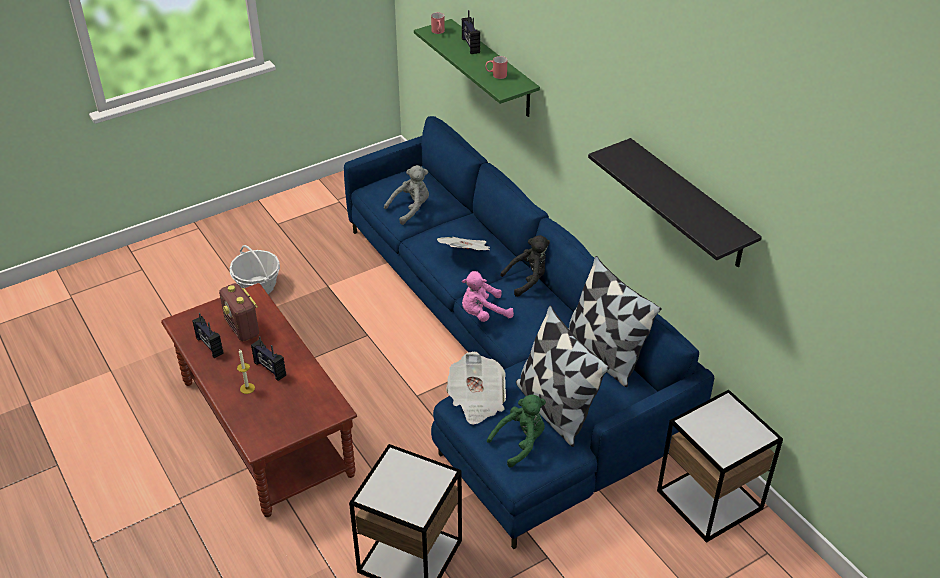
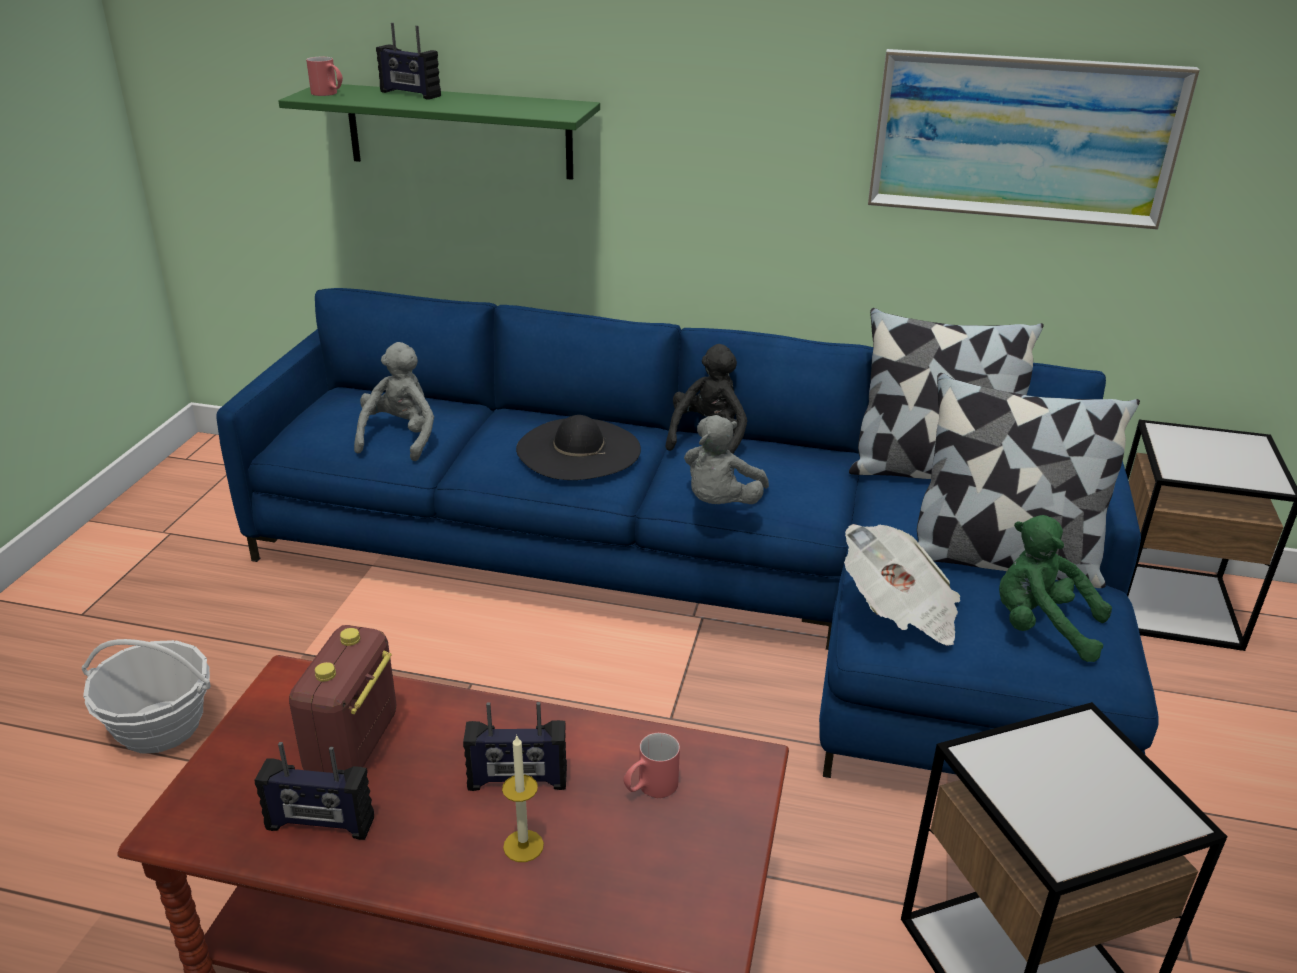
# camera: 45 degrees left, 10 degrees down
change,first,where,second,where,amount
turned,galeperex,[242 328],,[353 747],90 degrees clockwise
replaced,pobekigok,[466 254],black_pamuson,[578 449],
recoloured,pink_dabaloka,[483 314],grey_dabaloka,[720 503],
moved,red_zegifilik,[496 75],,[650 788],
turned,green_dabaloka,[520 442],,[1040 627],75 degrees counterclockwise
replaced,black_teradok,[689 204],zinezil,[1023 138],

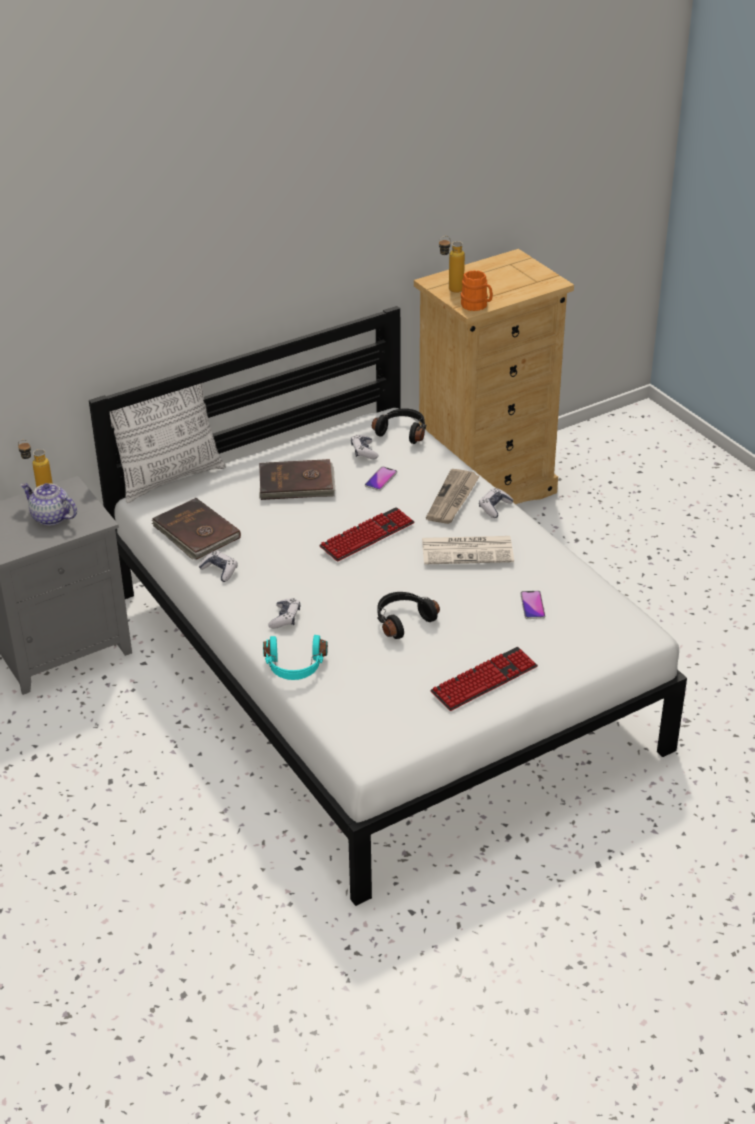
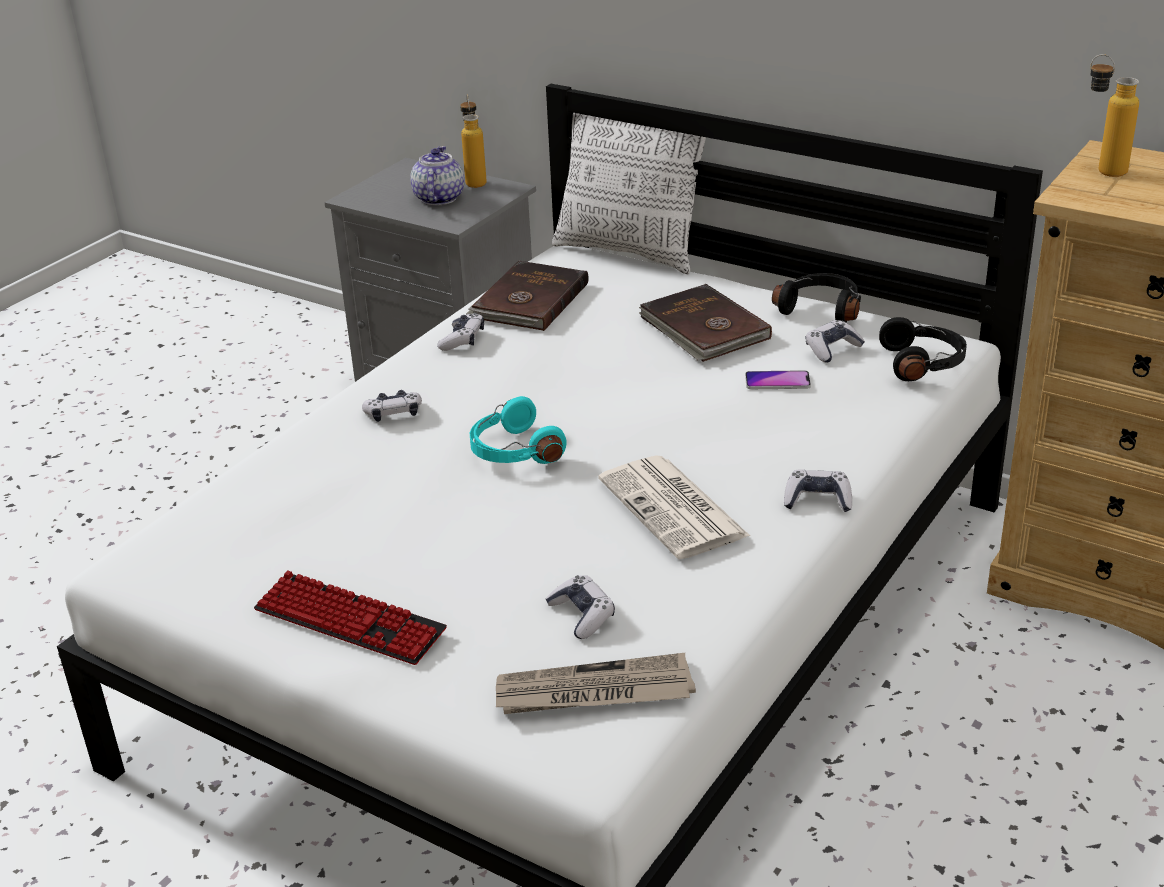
# camera: 65 degrees right, 5 degrees down
change,first,where,second,where,amount
moved,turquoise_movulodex,[295 667],,[513 451],
removed,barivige,[367 536],,,
moved,black_movulodex,[402 620],,[821 309],
moved,pobekigok,[453 499],,[593 692],
removed,orange_zegifilik,[477 306],,,
replaced,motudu,[532 605],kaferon,[582 615],

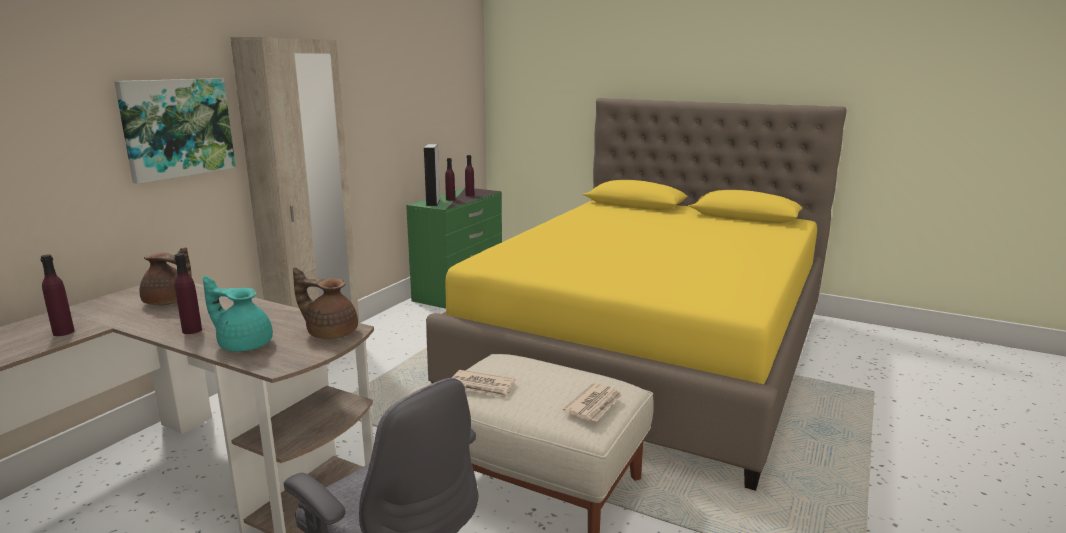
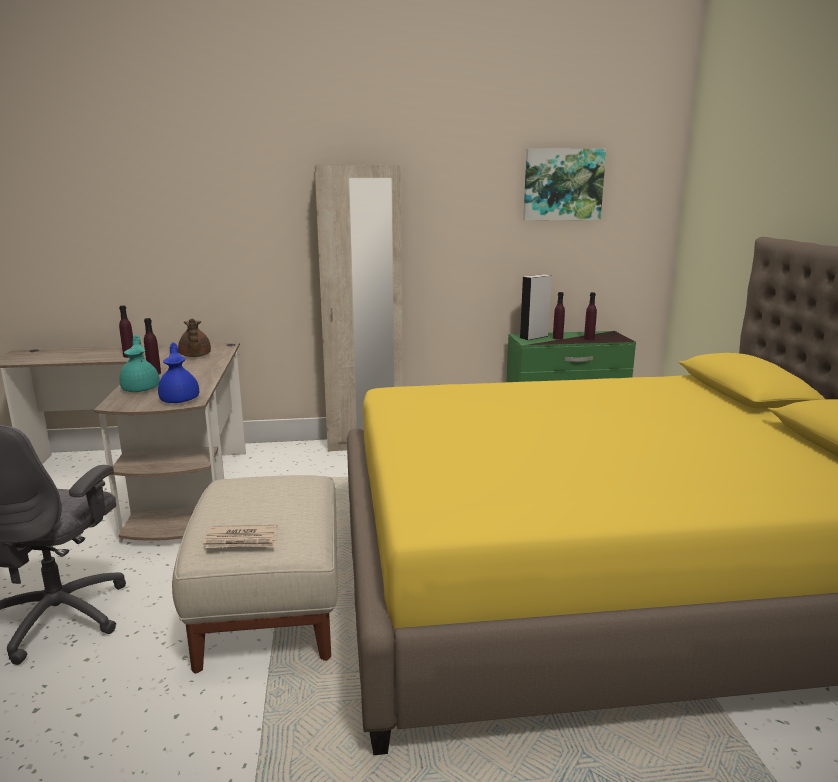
# camera: 55 degrees right, 0 degrees up
change,first,where,second,where,amount
moved,zinezil,[177 128],,[563 184],
recoloured,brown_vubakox,[330 332],blue_vubakox,[180 399],
removed,pobekigok,[482 387],,,

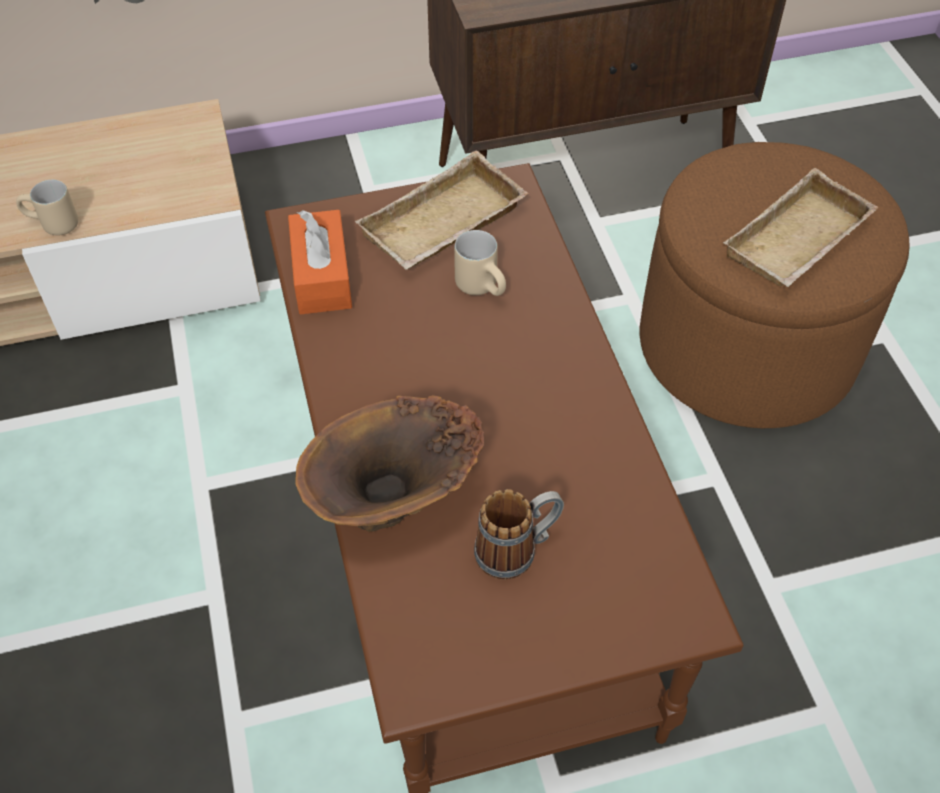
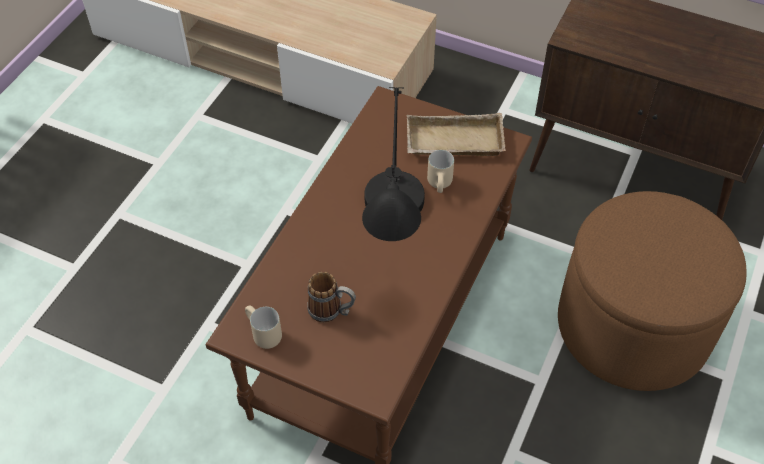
# camera: 40 degrees right, 0 degrees up
change,first,where,second,where,amount
moved,beige_zegifilik,[52 226],,[261 334],
removed,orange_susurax,[322 276],,,
removed,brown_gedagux,[397 505],,,
removed,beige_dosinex,[799 243],,,
added,,,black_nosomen,[393 243],

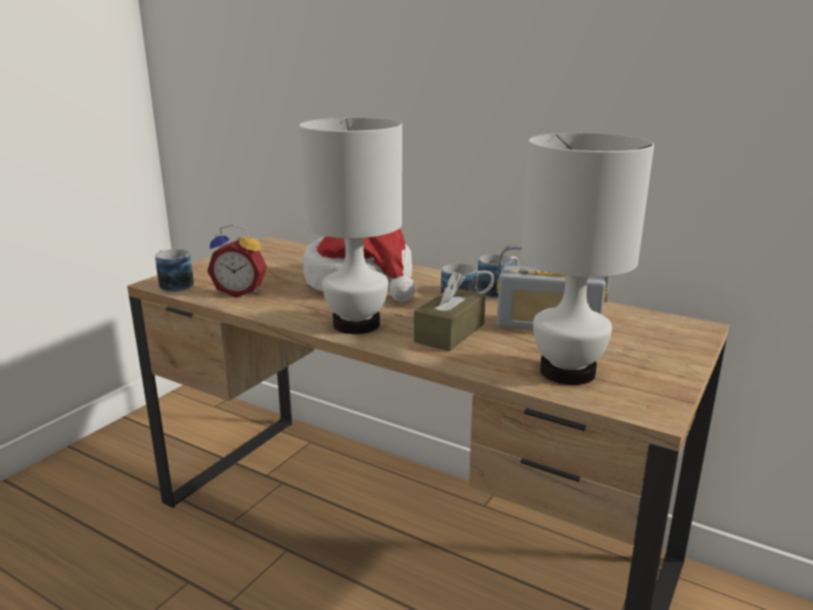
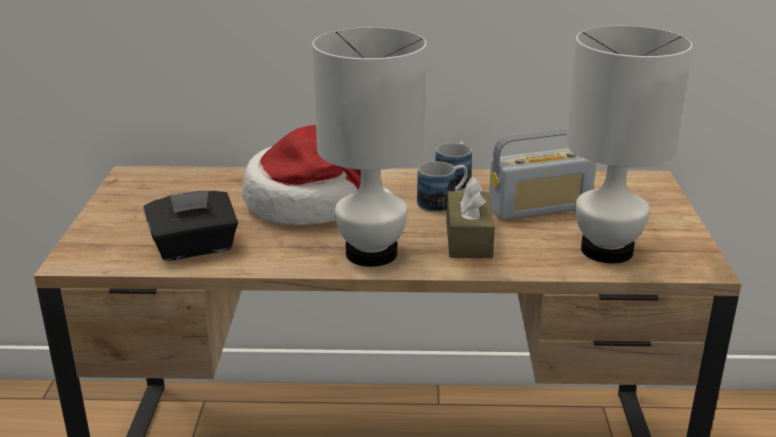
# camera: 30 degrees left, 5 degrees up
change,first,where,second,where,amount
removed,zegifilik,[173 284],,,
replaced,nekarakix,[241 292],black_susurax,[194 248],

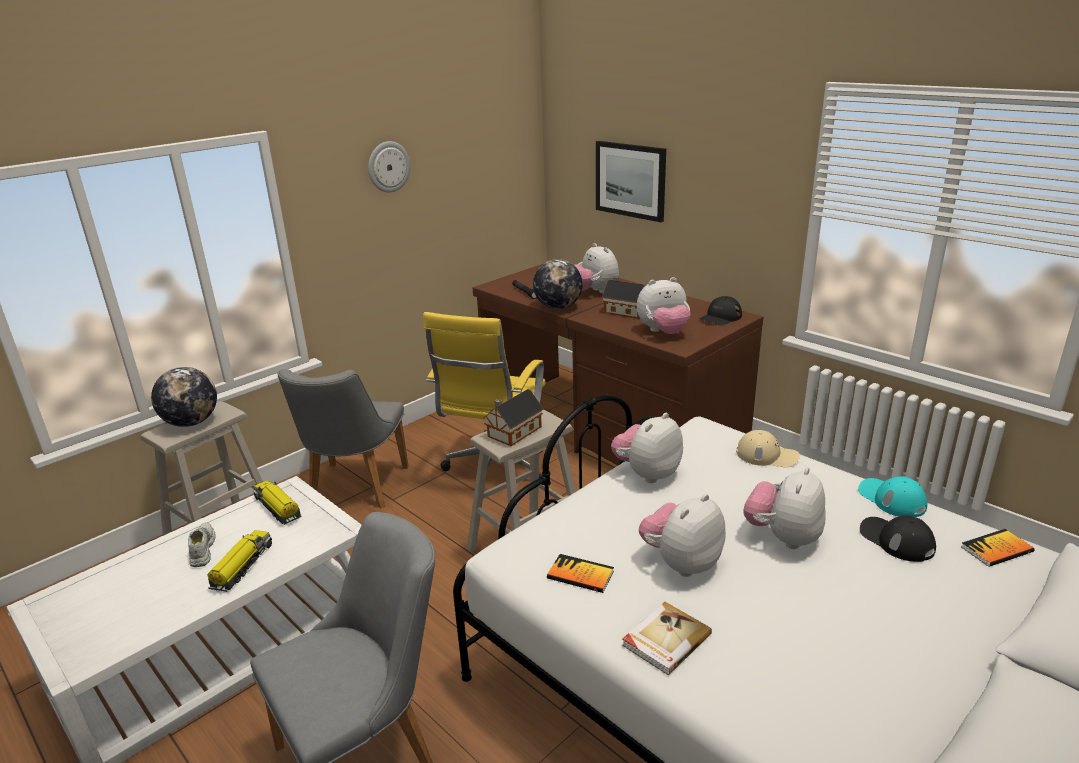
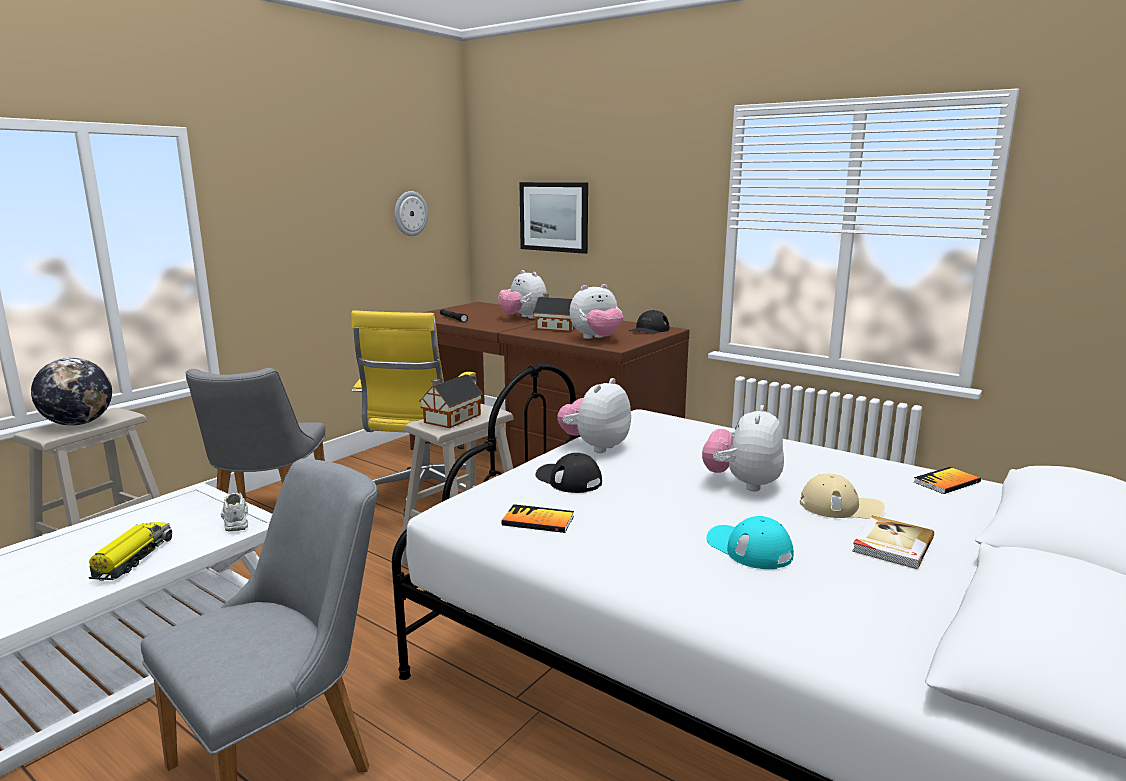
# camera: 10 degrees left, 10 degrees down
change,first,where,second,where,amount
moved,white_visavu,[201 549],,[235 518],
removed,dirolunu,[278 508],,,
moved,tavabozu,[388 166],,[410 213],
removed,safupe,[558 307],,,
moved,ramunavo,[665 640],,[891 545],
removed,dabaloka,[681 563],,,
moved,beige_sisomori,[767 455],,[841 506],
moved,turquoise_sisomori,[891 499],,[749 548],
moved,black_sisomori,[896 540],,[568 479],

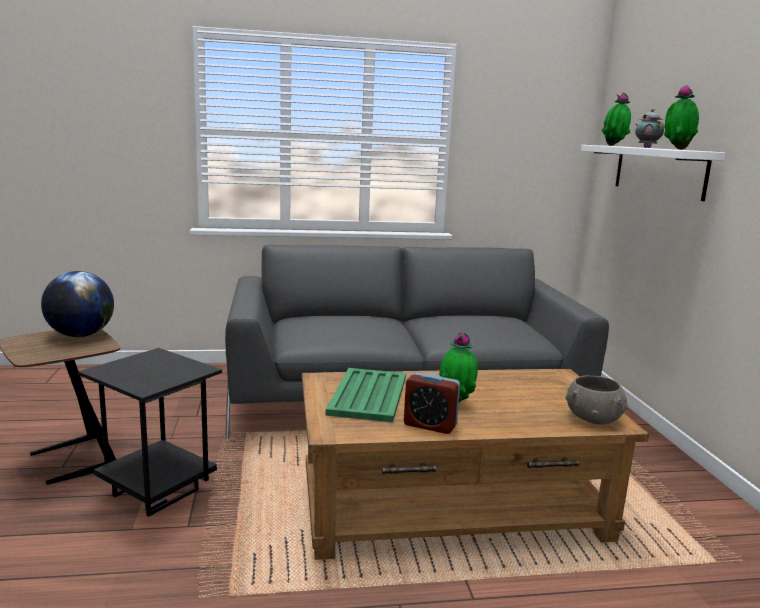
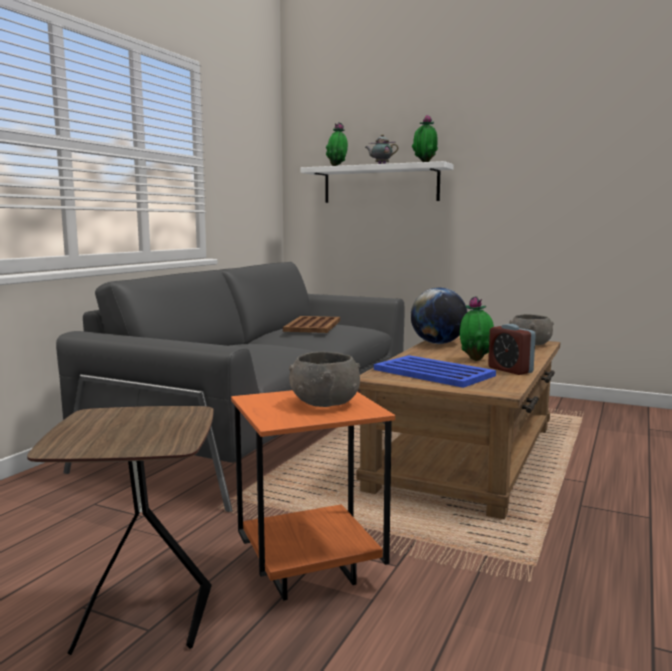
# camera: 55 degrees left, 5 degrees down
change,first,where,second,where,amount
moved,safupe,[80 335],,[438 343],
recoloured,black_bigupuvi,[155 494],orange_bigupuvi,[309 573],
recoloured,green_dosinex,[368 396],blue_dosinex,[434 373],
turned,nekarakix,[430 425],,[510 370],90 degrees clockwise
added,,,brown_dosinex,[313 325],
added,,,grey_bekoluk,[324 403],

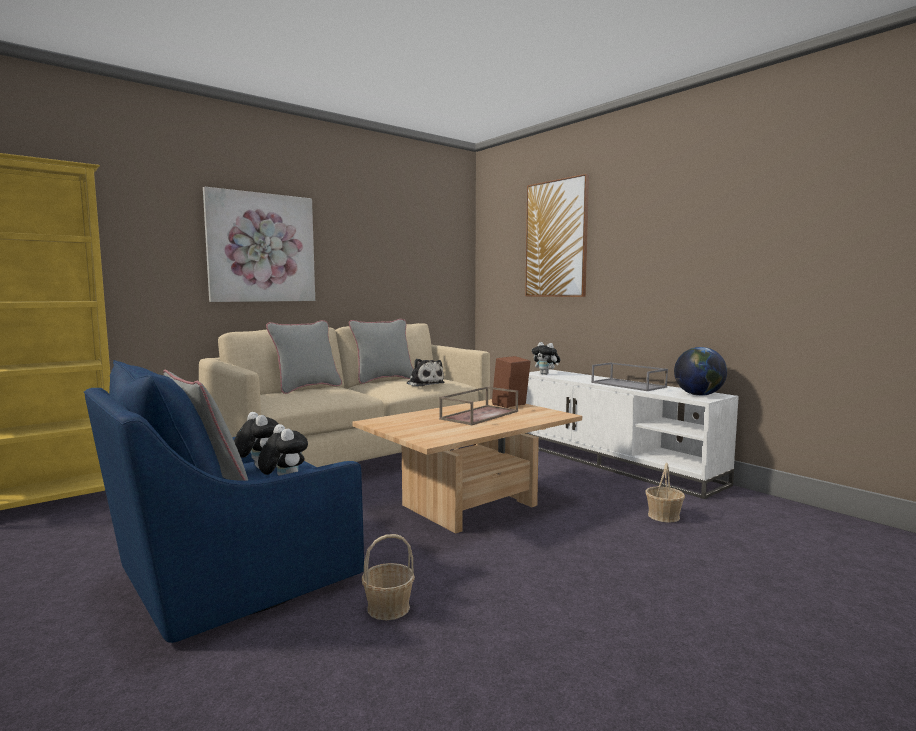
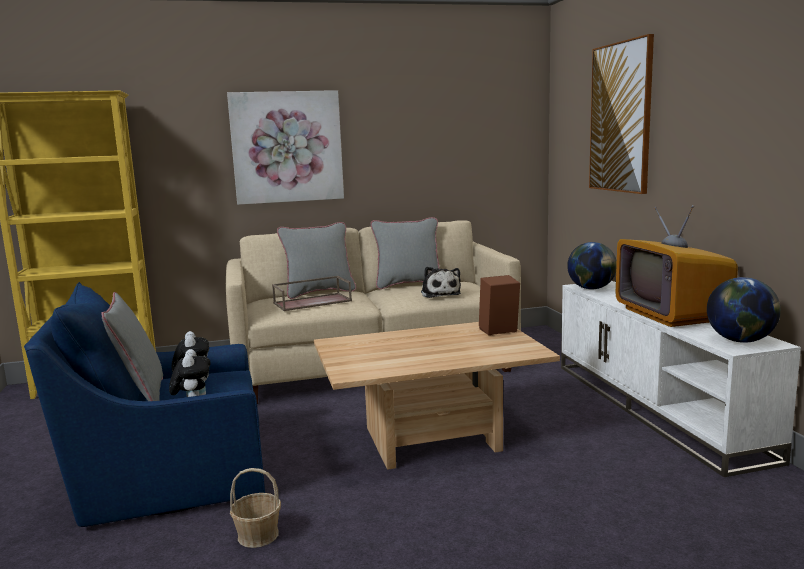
# camera: 25 degrees right, 5 degrees up
change,first,where,second,where,amount
moved,brown_dosinex,[479 415],,[313 302],
replaced,dabaloka,[546 374],safupe,[591 288],
replaced,grey_dosinex,[629 385],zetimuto,[671 315],
removed,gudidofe,[664 516],,,

